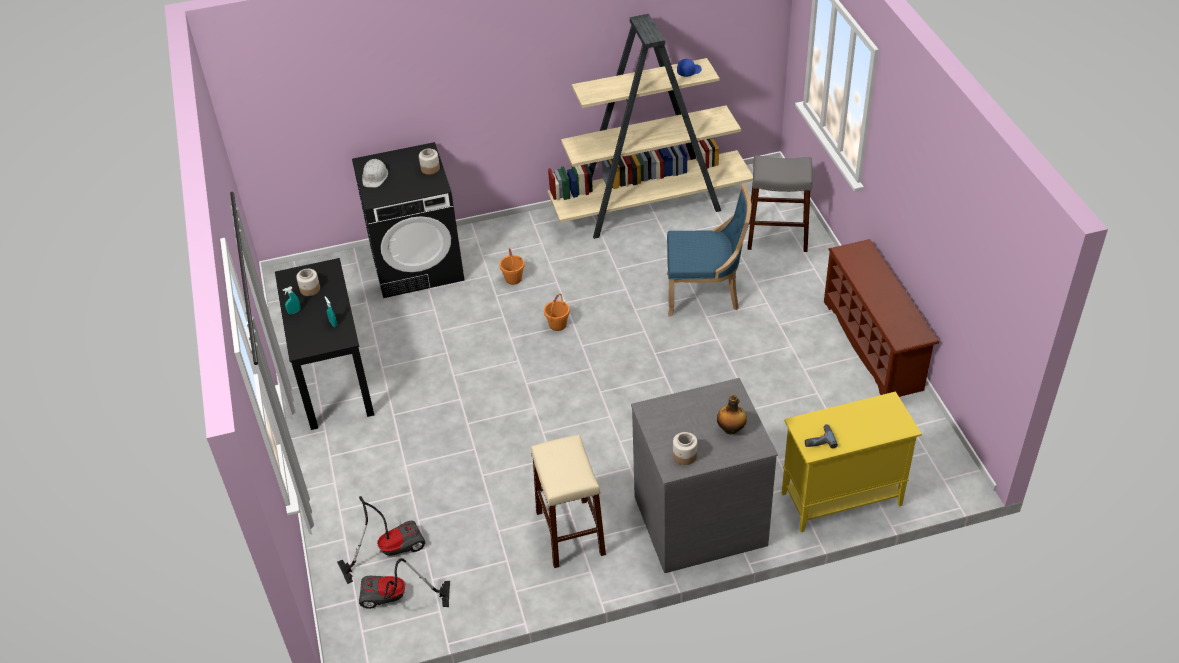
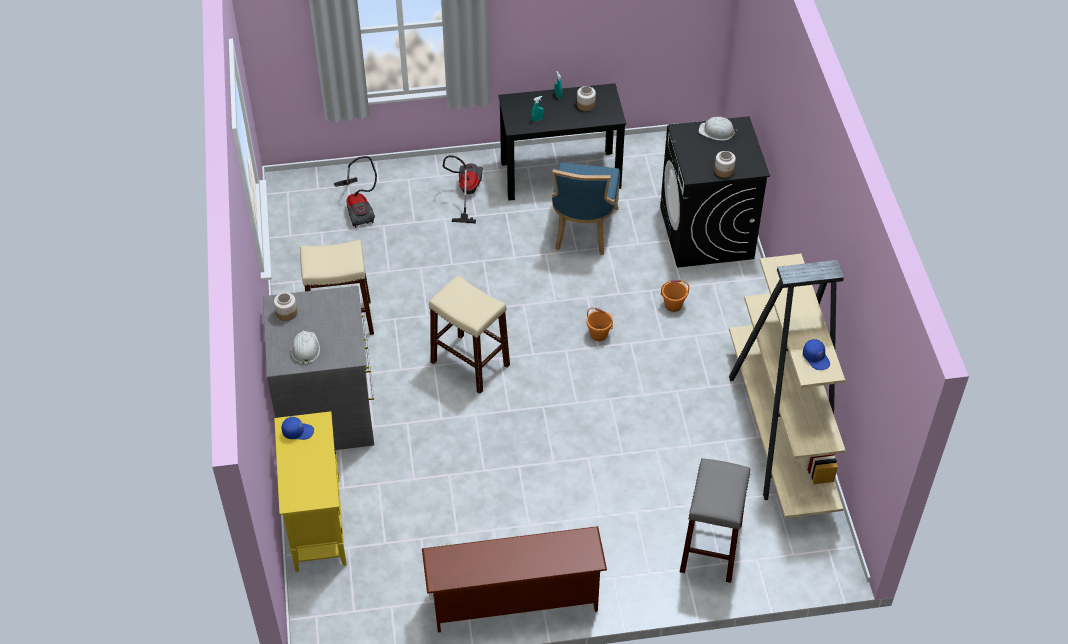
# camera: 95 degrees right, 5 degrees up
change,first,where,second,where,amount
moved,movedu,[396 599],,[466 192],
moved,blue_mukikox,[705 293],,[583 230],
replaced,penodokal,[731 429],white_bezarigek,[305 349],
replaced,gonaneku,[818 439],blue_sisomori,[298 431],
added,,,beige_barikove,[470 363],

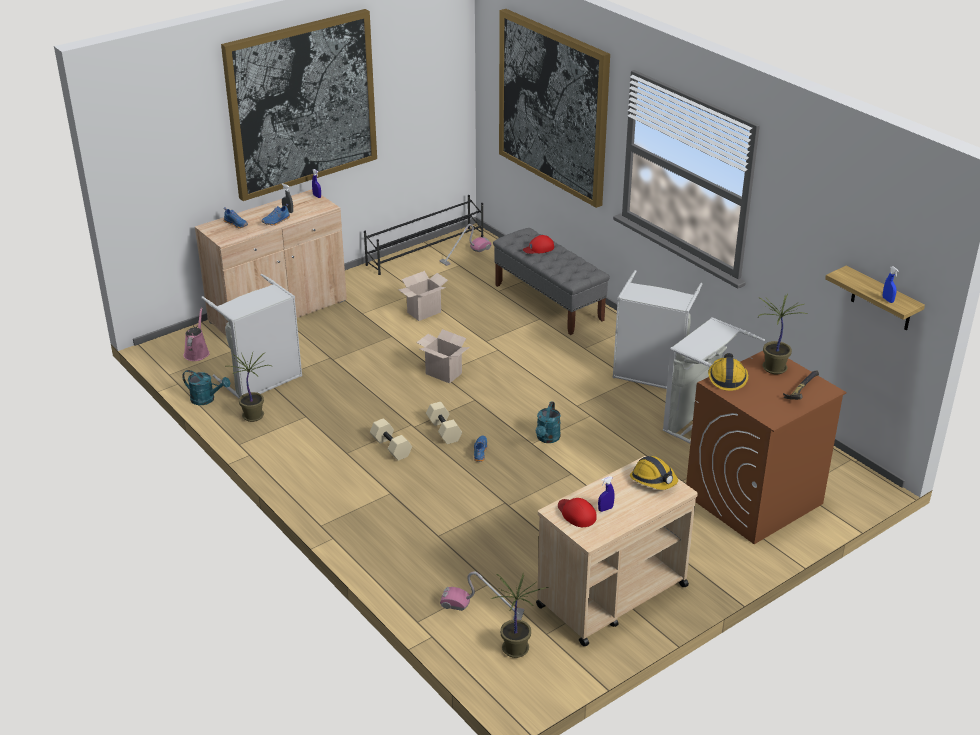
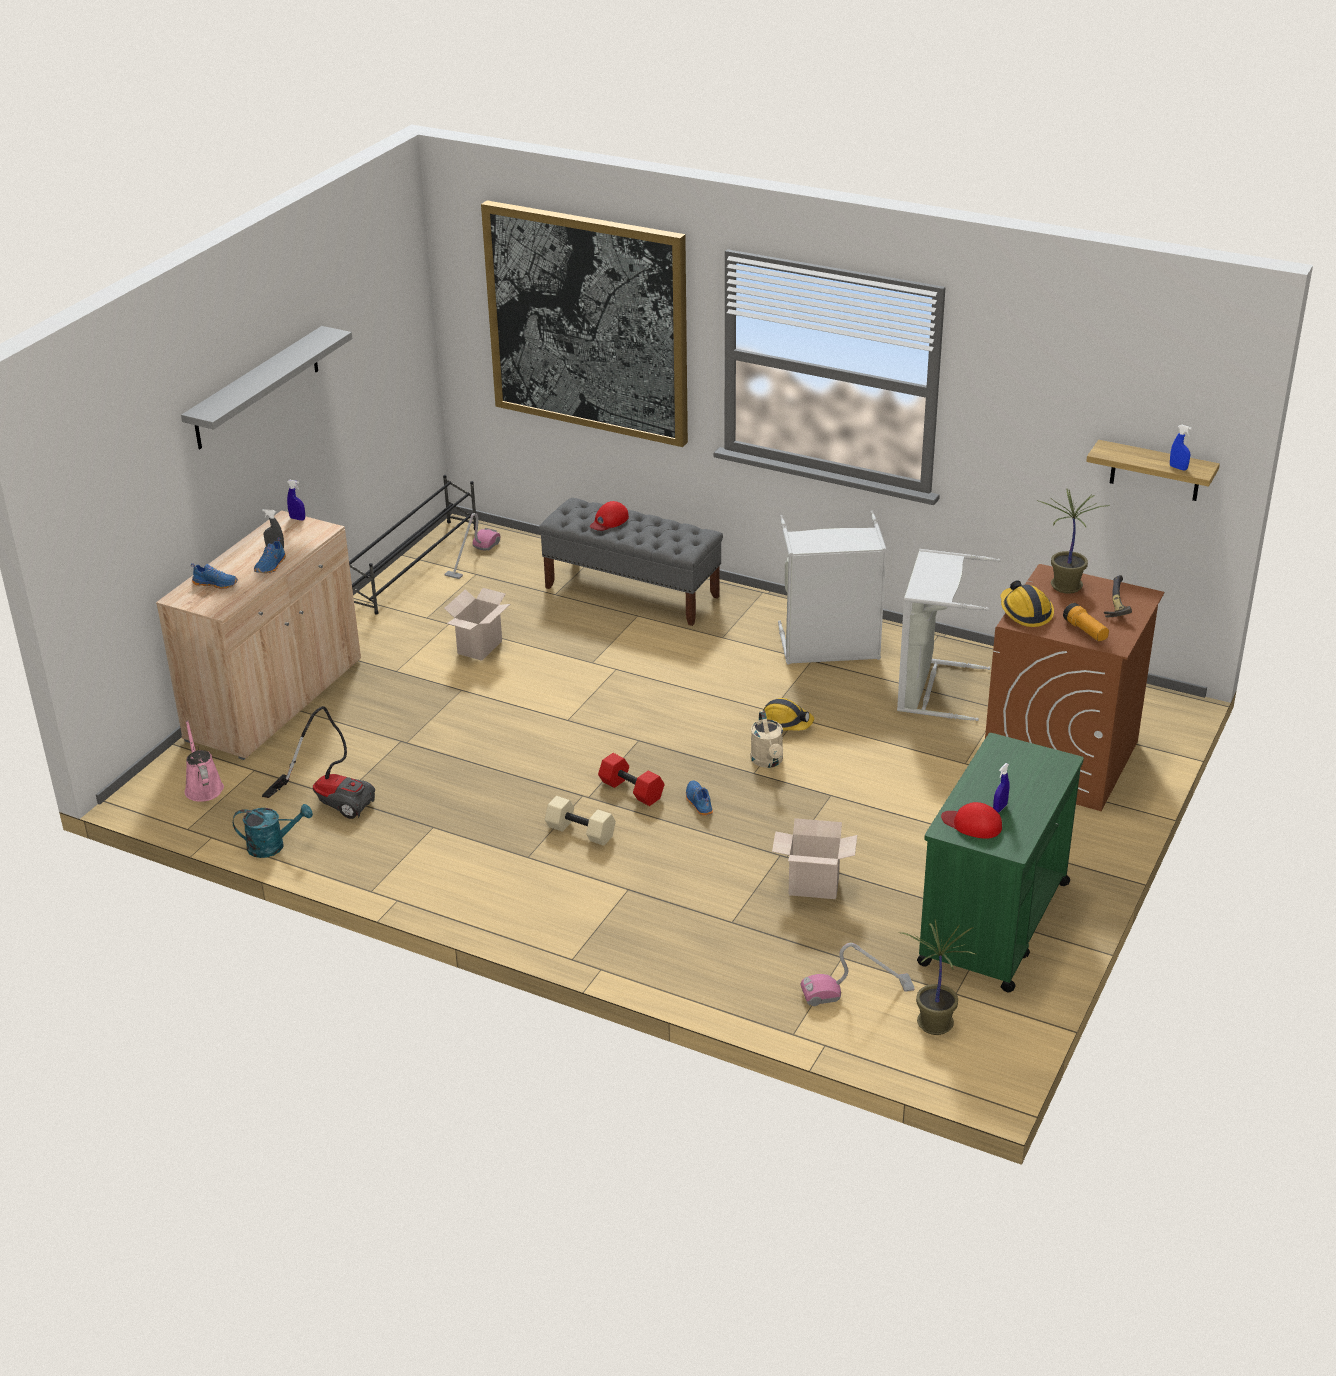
# camera: 25 degrees left, 0 degrees up
change,first,where,second,where,amount
replaced,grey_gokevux,[262 381],movedu,[331 798],
replaced,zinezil,[301 103],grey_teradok,[257 388],
removed,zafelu,[254 416],,,
moved,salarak,[442 374],,[812 887],
recoloured,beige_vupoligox,[443 430],red_vupoligox,[630 790],
recoloured,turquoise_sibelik,[547 439],beige_sibelik,[768 762],
recoloured,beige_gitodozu,[611 596],green_gitodozu,[993 924],
moved,bezarigek,[653 480],,[785 724],
added,,,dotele,[1085 631],

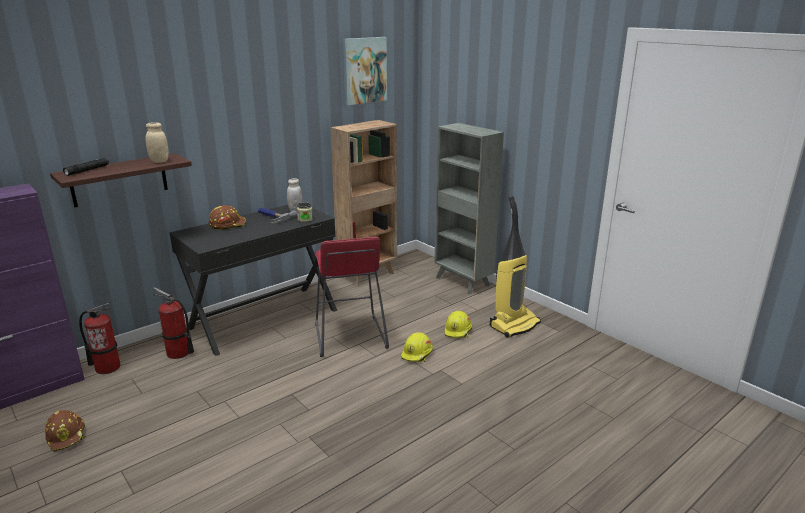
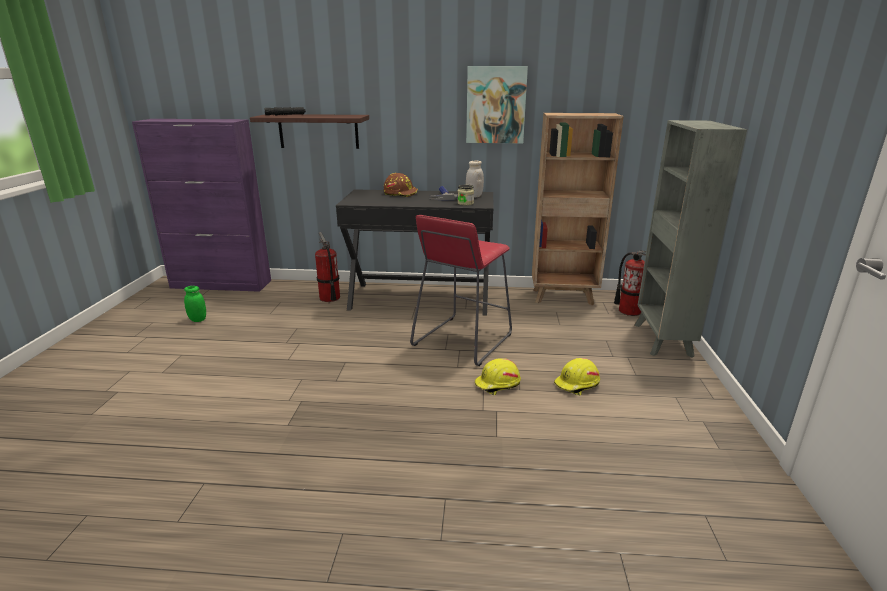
# camera: 45 degrees right, 0 degrees up
change,first,where,second,where,amount
replaced,brown_bezarigek,[67 436],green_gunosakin,[198 319],
moved,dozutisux,[107 367],,[629 311],
removed,beige_gunosakin,[159 161],,,
moved,zinezil,[364 70],,[496 105],
removed,movedu,[514 325],,,

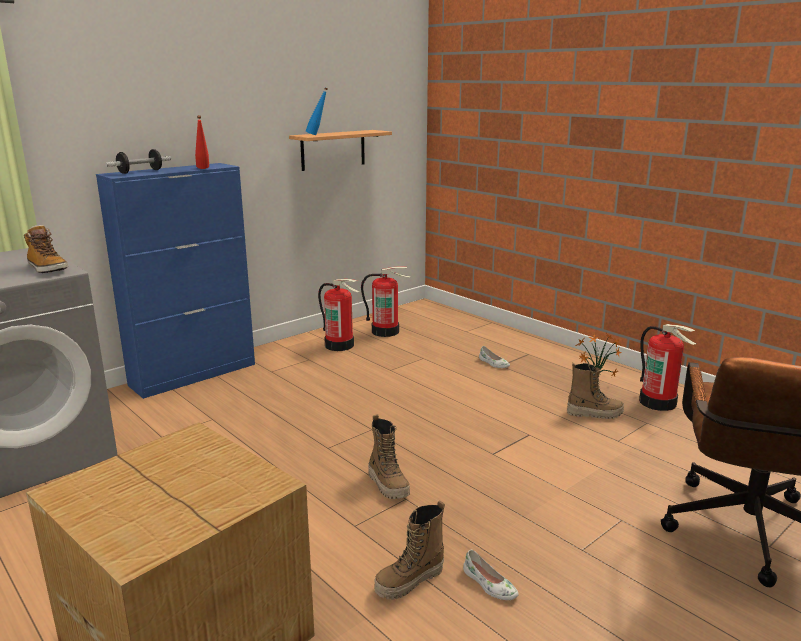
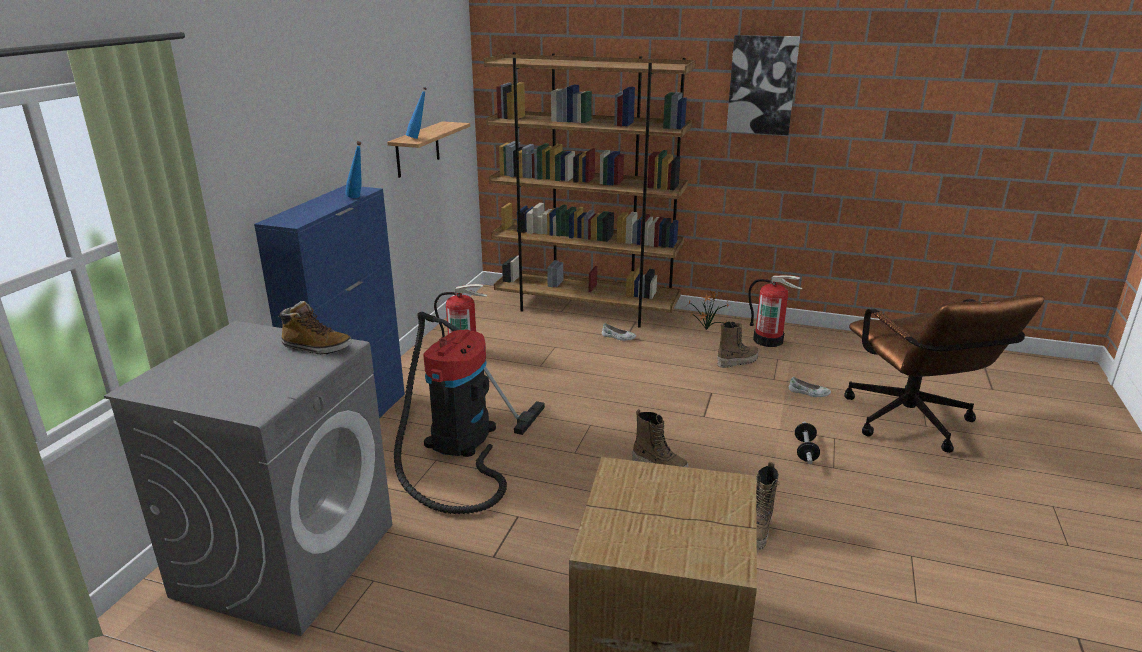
# camera: 30 degrees left, 5 degrees up
change,first,where,second,where,amount
moved,vupoligox,[140 172],,[805 451],
recoloured,red_penodokal,[203 169],blue_penodokal,[358 198],
removed,dozutisux,[385 331],,,
moved,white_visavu,[489 584],,[809 393],
added,,,movedu,[458 442],
added,,,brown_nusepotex,[587 309],
added,,,zinezil,[762 85],

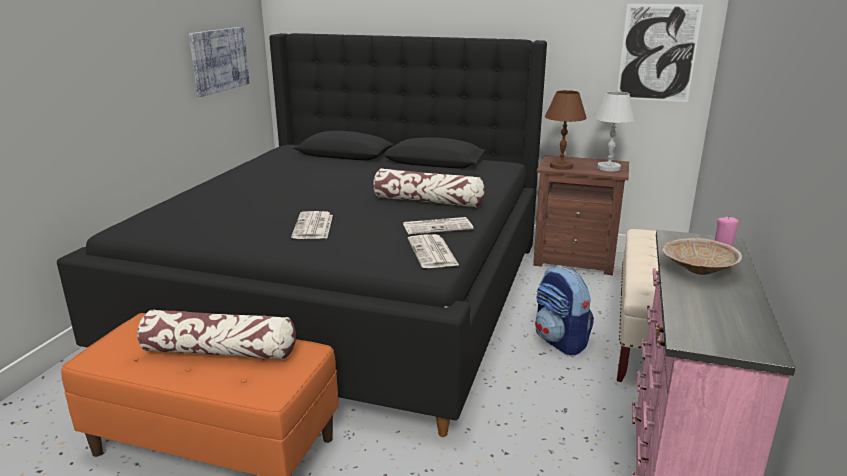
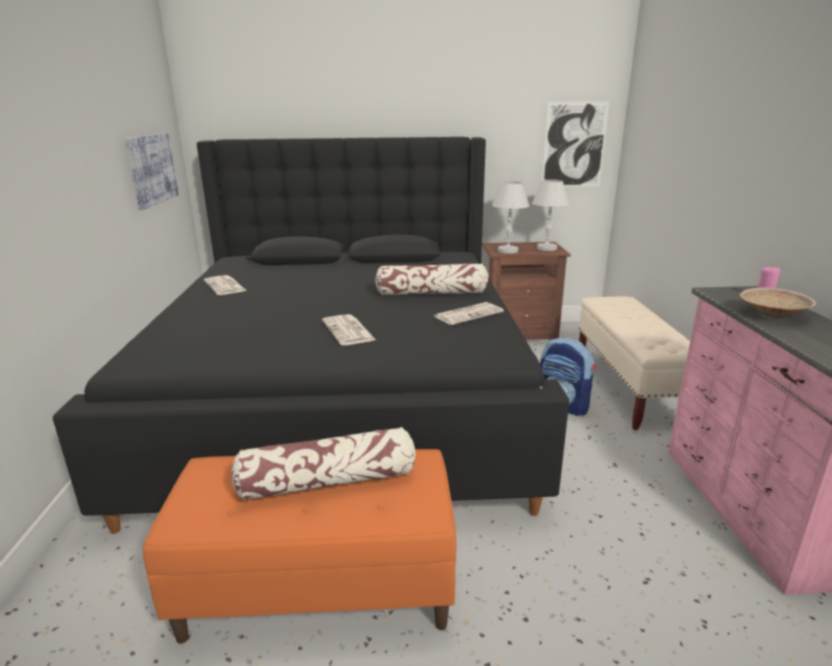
# camera: 20 degrees left, 0 degrees up
change,first,where,second,where,amount
moved,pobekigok,[433 253],,[225 286],
recoloured,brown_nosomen,[561 166],white_nosomen,[508 251],

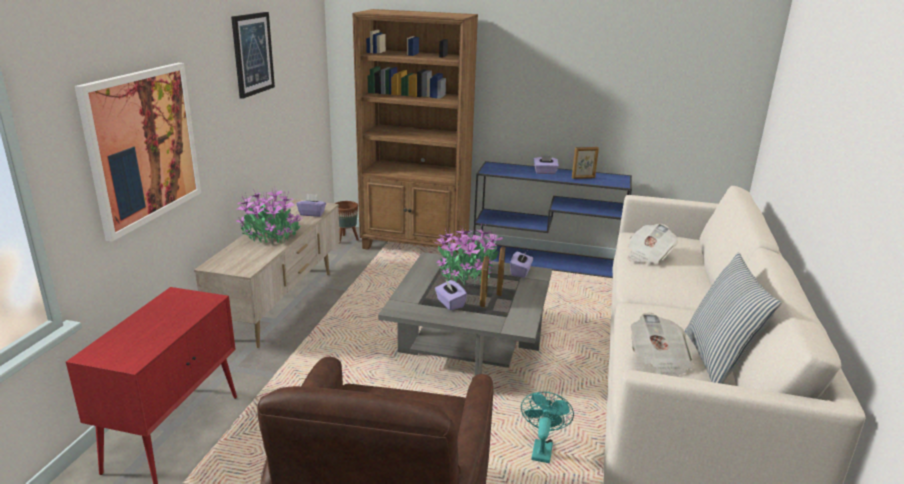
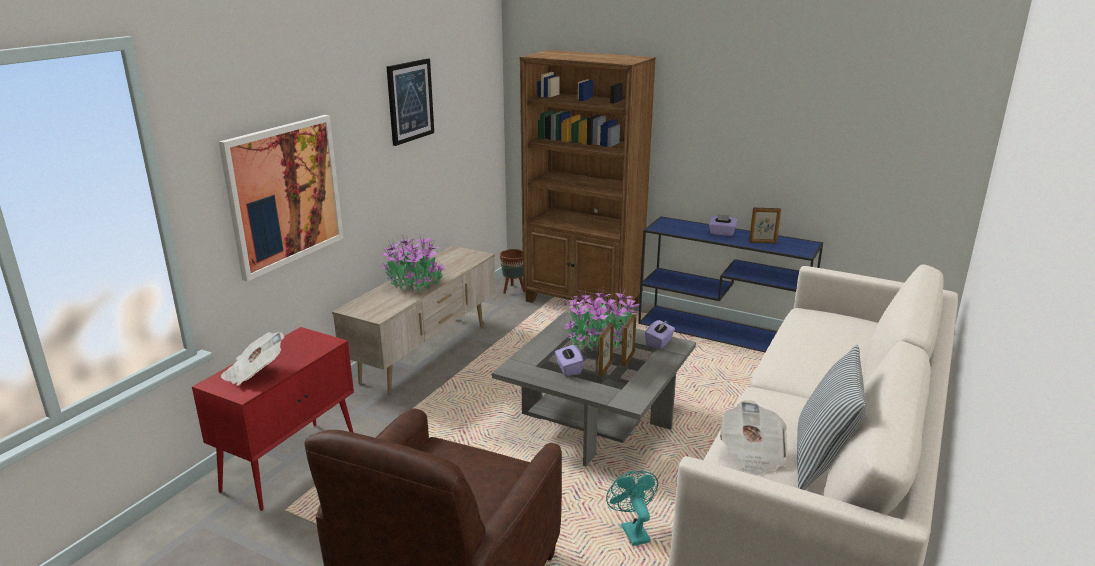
# camera: 15 degrees right, 0 degrees up
change,first,where,second,where,amount
removed,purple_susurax,[312 214],,,
turned,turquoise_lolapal,[542 448],,[632 530],45 degrees counterclockwise
moved,pobekigok,[648 256],,[255 373],

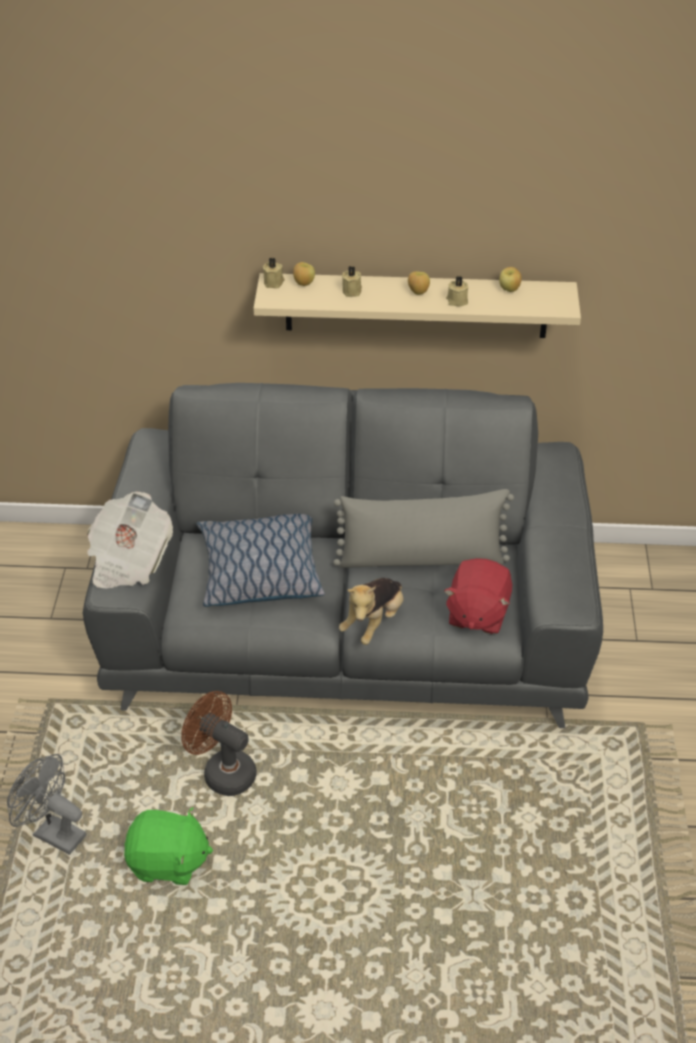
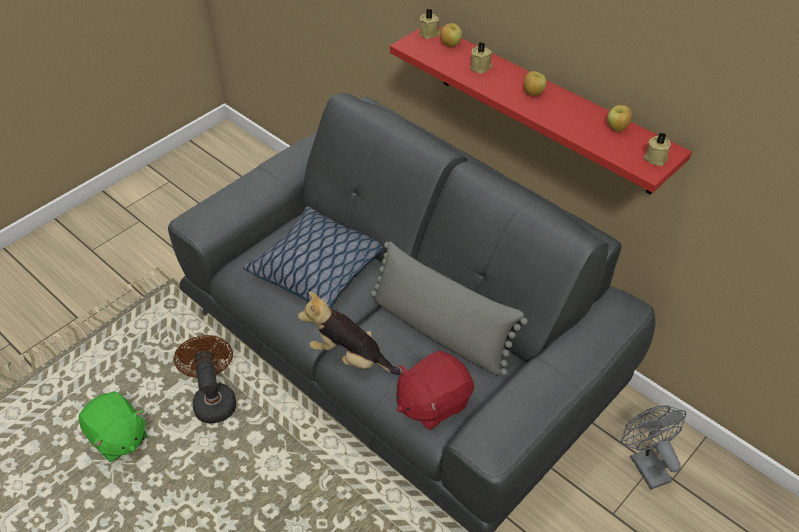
# camera: 40 degrees right, 5 degrees up
change,first,where,second,where,amount
moved,grey_lolapal,[52 833],,[645 464],
removed,pobekigok,[128 560],,,
recoloured,beige_teradok,[416 305],red_teradok,[545 108],
turned,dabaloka,[374 622],,[350 357],45 degrees clockwise
moved,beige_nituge,[456 301],,[655 158],

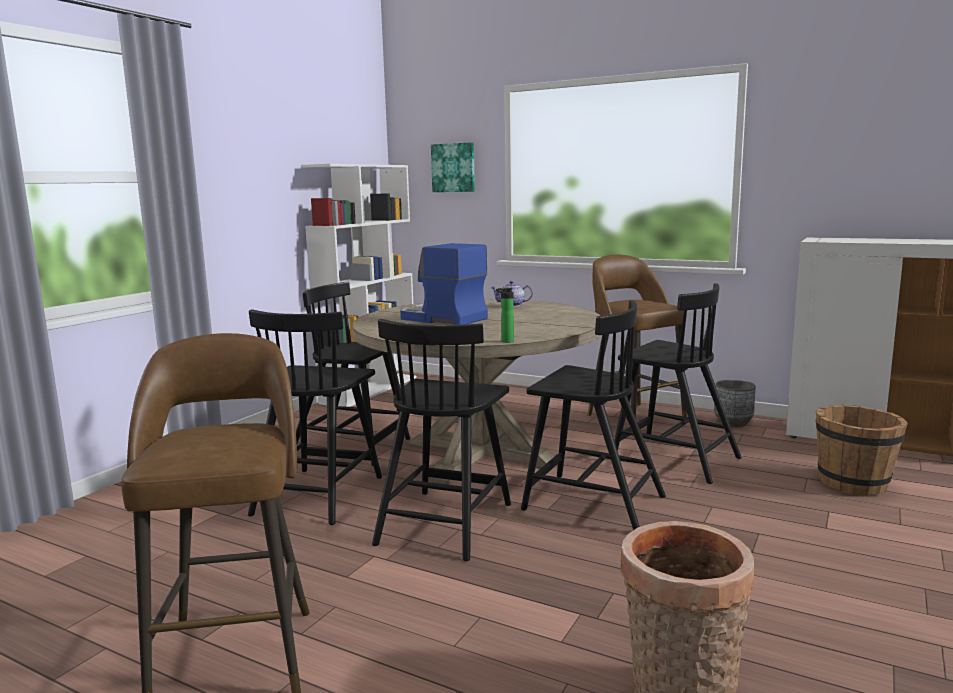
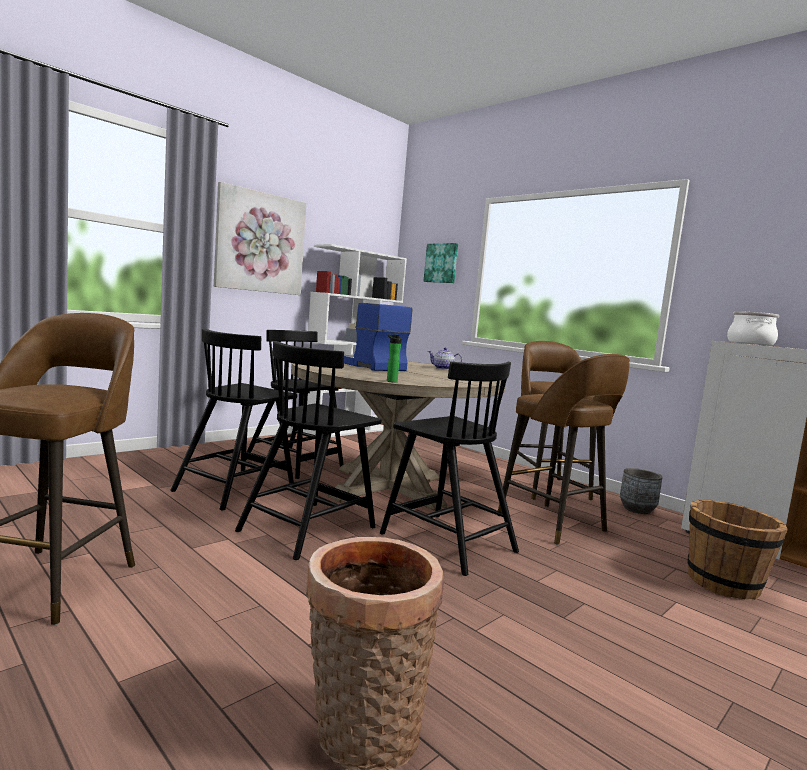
# camera: 15 degrees right, 5 degrees down
change,first,where,second,where,amount
replaced,black_mukikox,[673 458],brown_barikove,[553 525],
added,,,zinezil,[260 242],
added,,,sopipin,[750 343],

